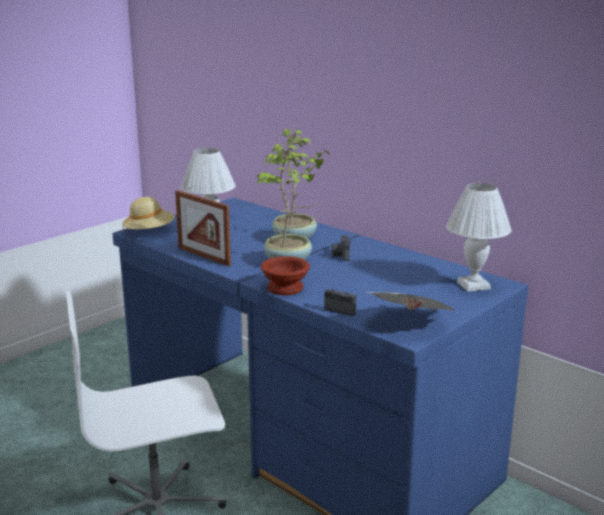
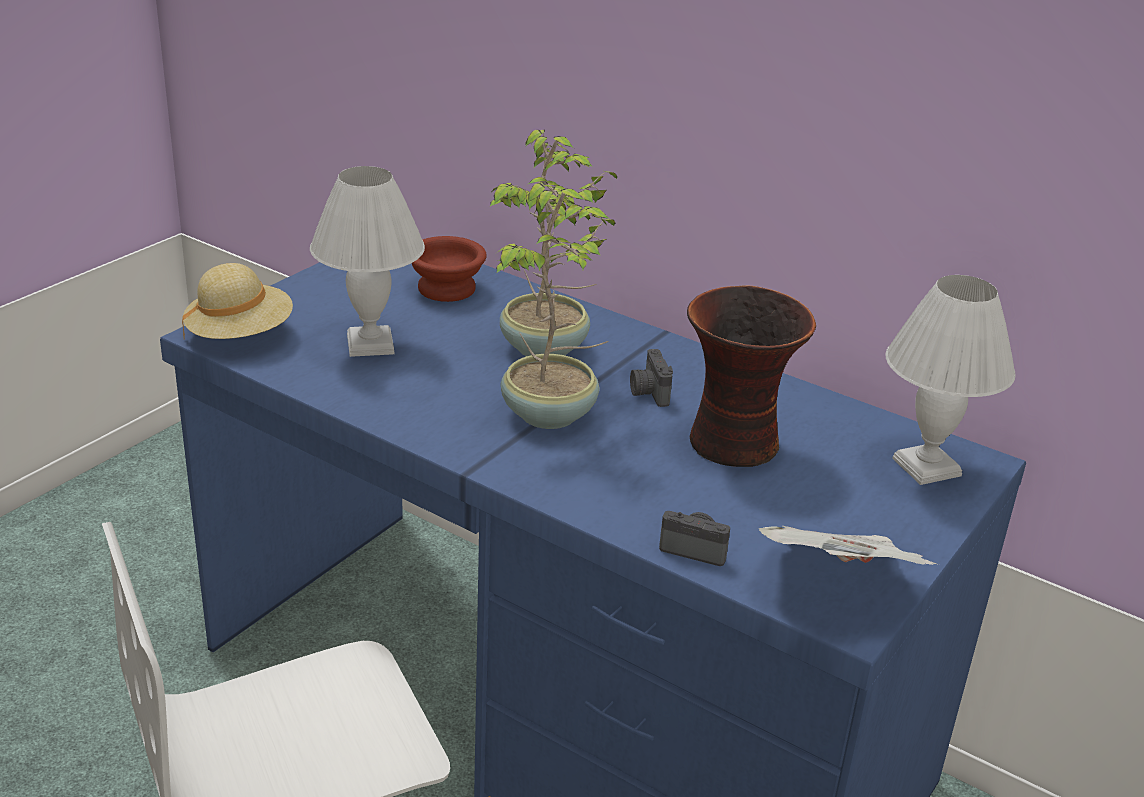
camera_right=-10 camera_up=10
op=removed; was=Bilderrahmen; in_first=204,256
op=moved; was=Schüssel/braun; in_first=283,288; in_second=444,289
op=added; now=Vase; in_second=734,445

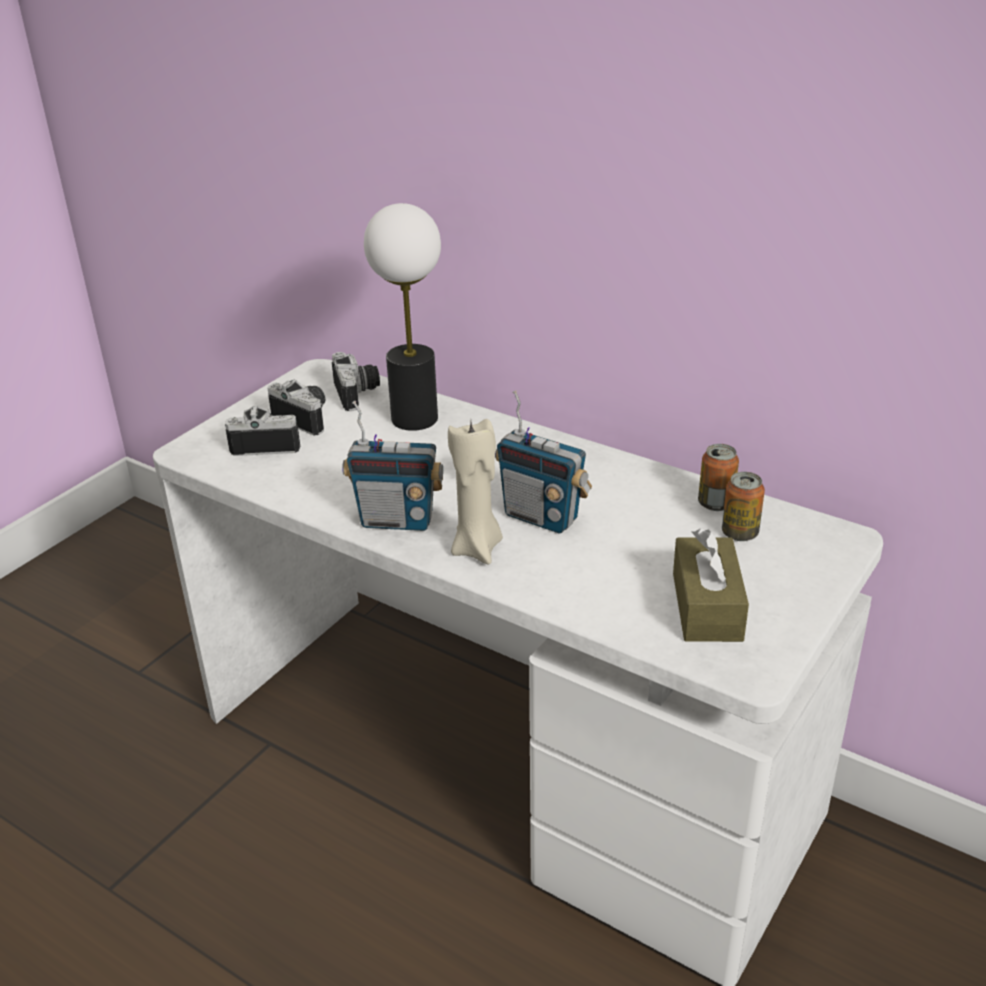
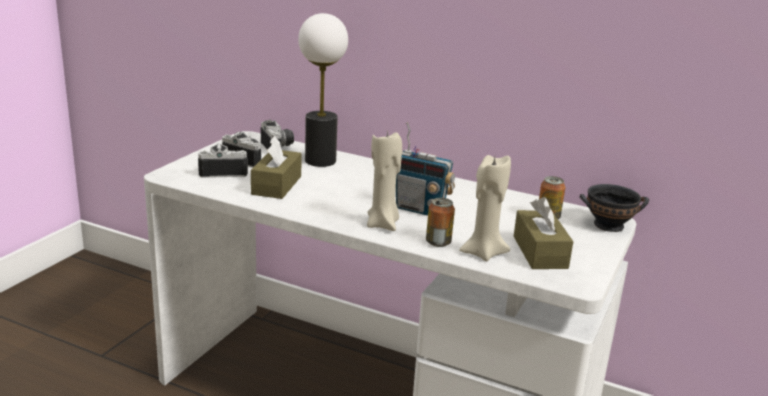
camera_right=-10 camera_up=-10
op=removed; was=Radio; in_first=397,520
op=moved; was=Dose; in_first=715,503; in_second=438,242
op=added; now=Taschentuchbox/braun; in_second=276,185
op=added; now=Kerze/beige; in_second=483,253
op=added; now=Schüssel/schwarz; in_second=610,226

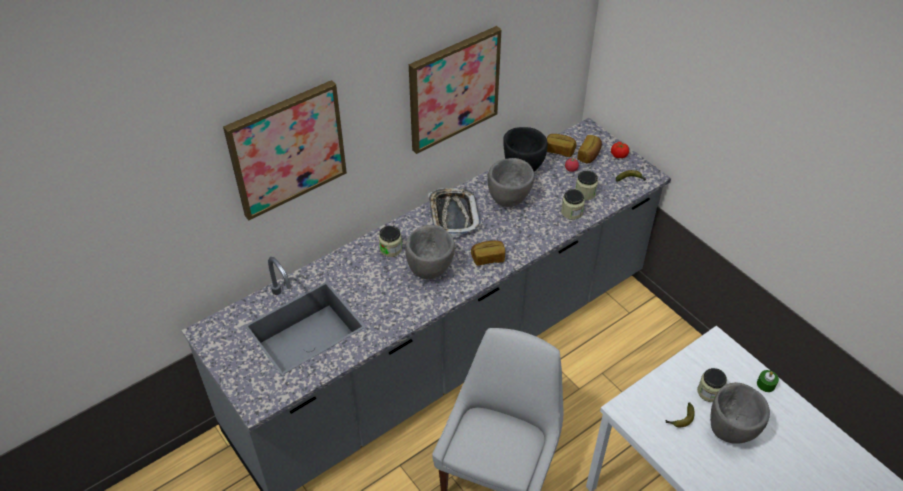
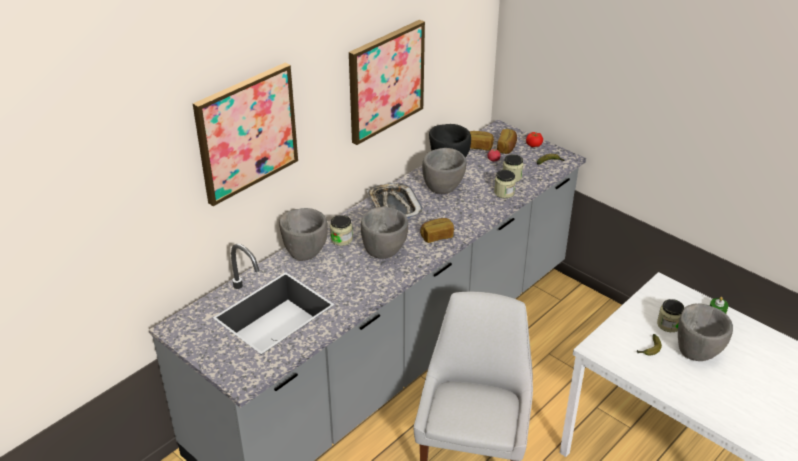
camera_right=-10 camera_up=-10
op=added; now=Schüssel/grau; in_second=305,252

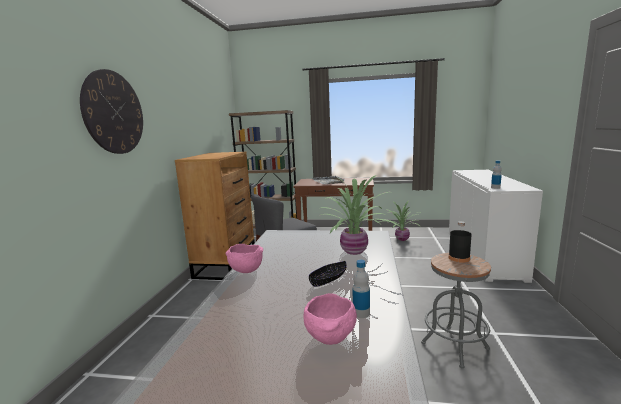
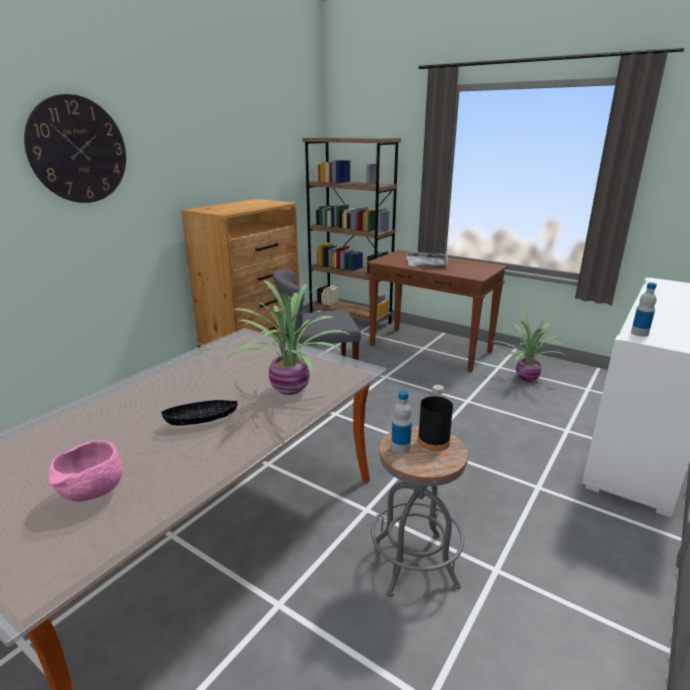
camera_right=25 camera_up=10
op=removed; was=Schüssel/rosa; in_first=245,271
op=moved; was=Flasche; in_first=361,313; in_second=400,447

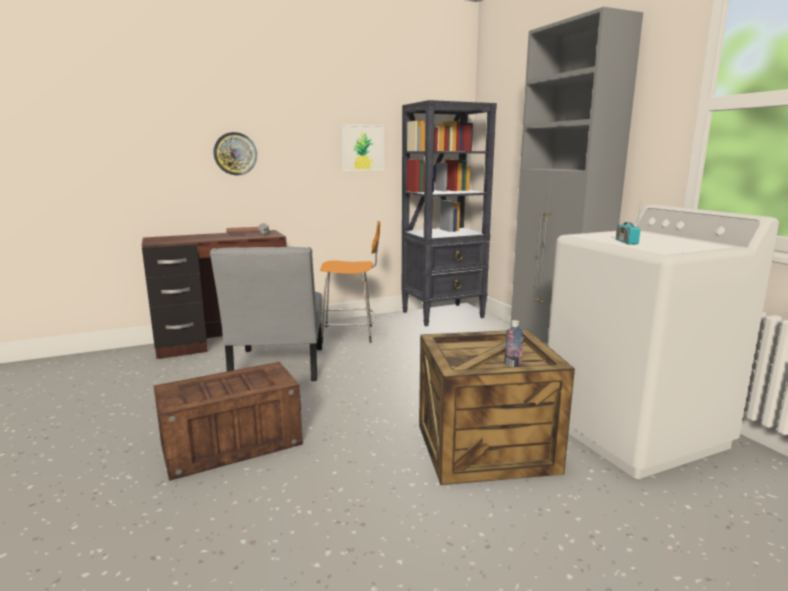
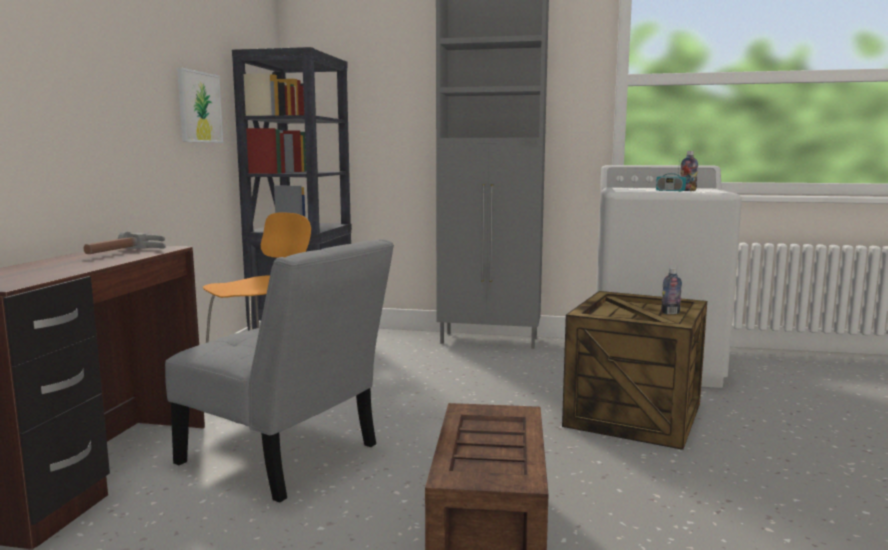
camera_right=-55 camera_up=-5
op=removed; was=Wanduhr; in_first=235,153
op=added; now=Flasche; in_second=687,190

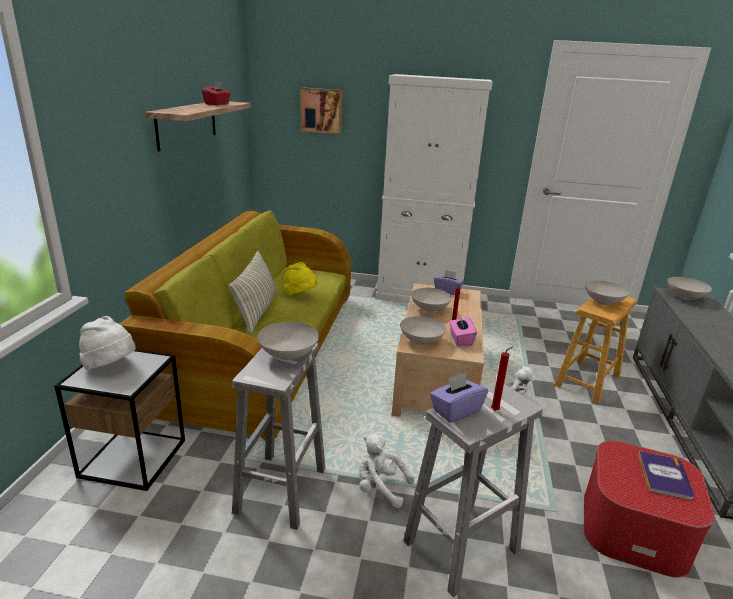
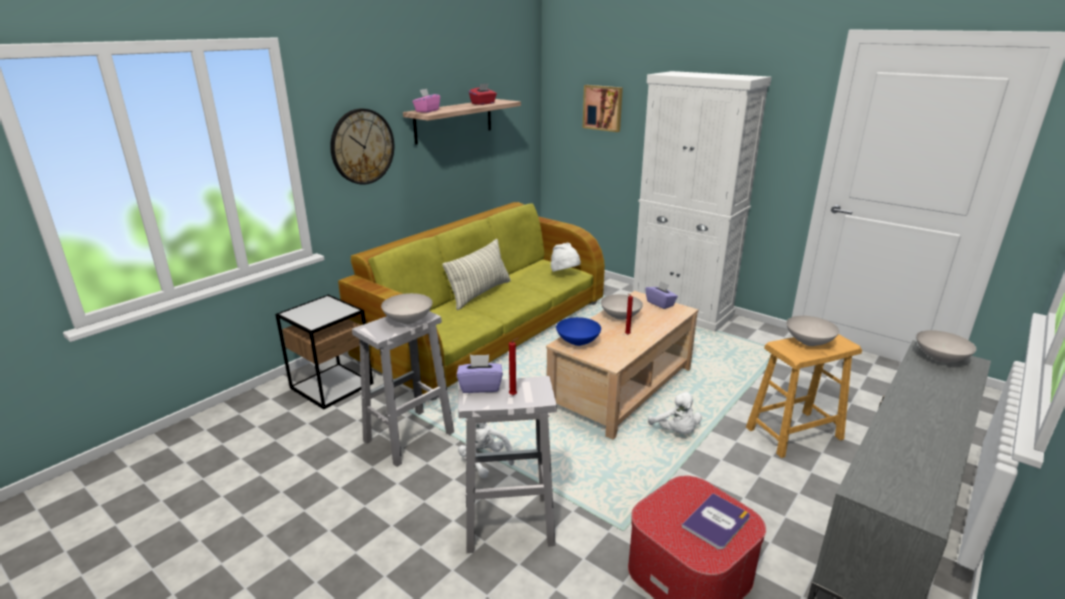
camera_right=30 camera_up=0
op=removed; was=Hut/gelb; in_first=300,295
op=moved; was=Hut/weiß; in_first=111,366; in_second=565,273
op=recoloured; was=Schüssel/weiß; now=Schüssel/blau; in_first=420,341; in_second=577,342
op=moved; was=Taschentuchbox/rosa; in_first=460,339; in_second=427,111
op=added; now=Wanduhr; in_second=362,146

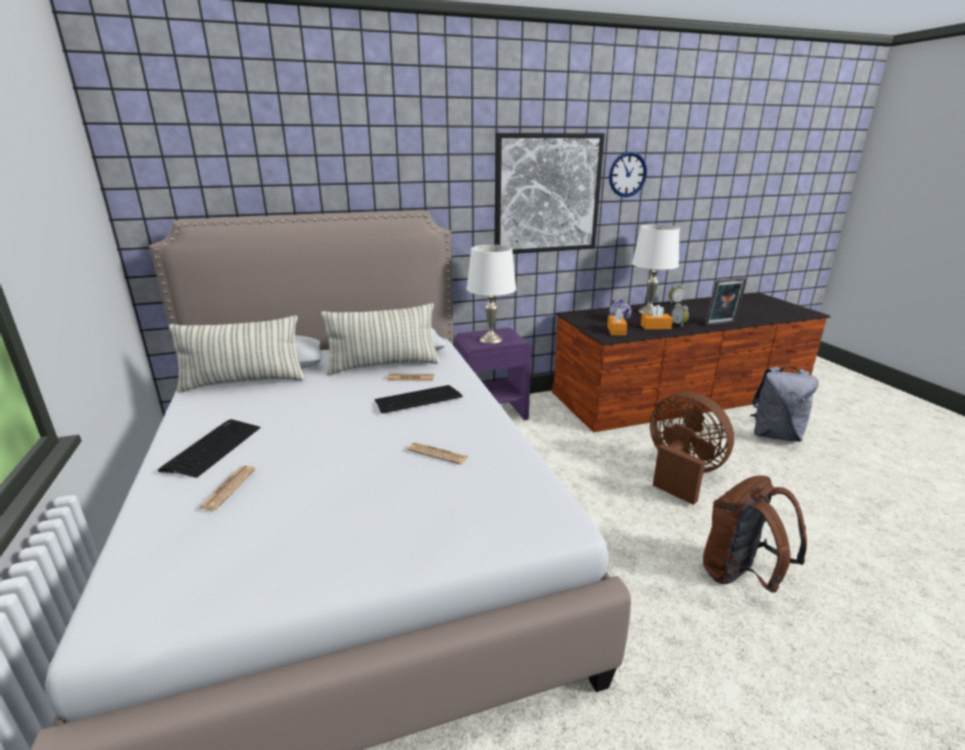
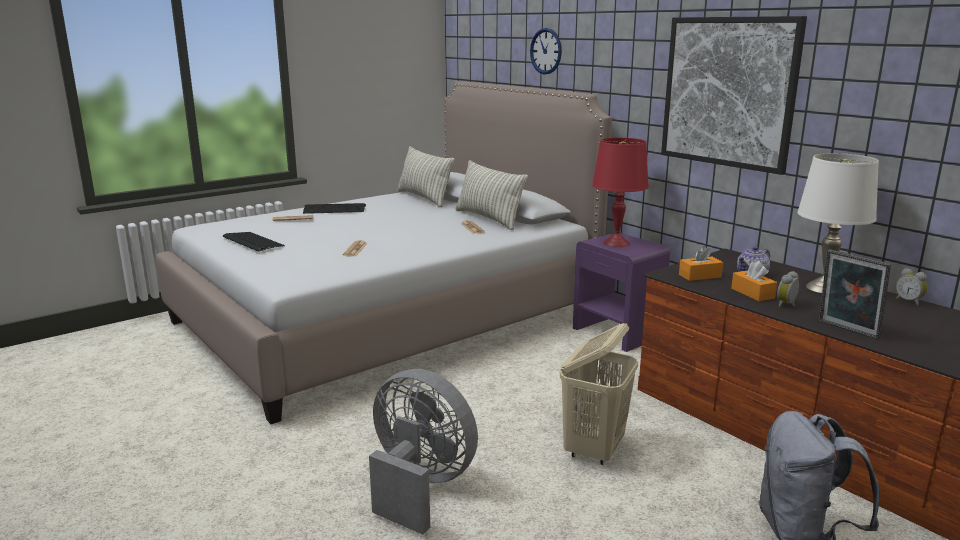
camera_right=70 camera_up=-5
op=moved; was=Wanduhr; in_first=627,174; in_second=546,51
op=recoloured; was=Tischlampe/weiß; now=Tischlampe/rot; in_first=490,339; in_second=616,243
op=moved; was=Tastatur; in_first=418,400; in_second=253,242
op=replaced; was=Ventilator/braun; now=Wäschekorb/beige; in_first=681,473; in_second=594,450
op=replaced; was=Rucksack/braun; now=Ventilator/grau; in_first=740,576; in_second=419,486

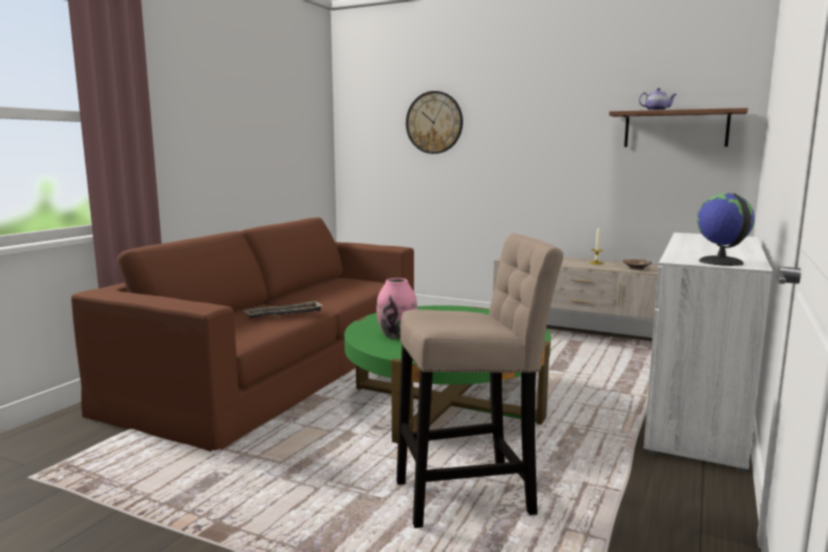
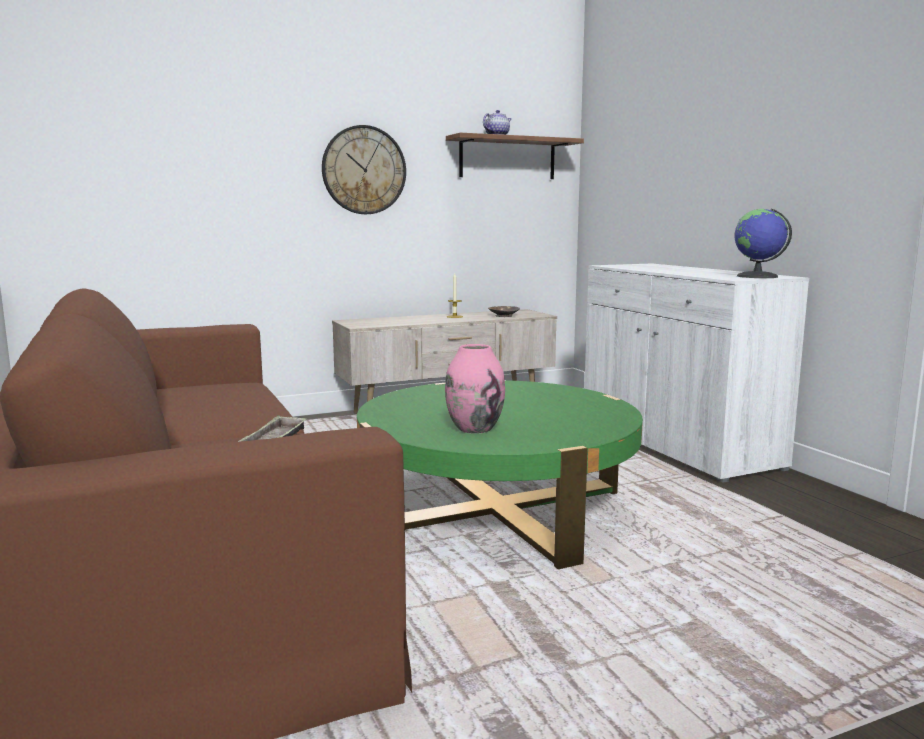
camera_right=-50 camera_up=0
op=moved; was=Wanduhr; in_first=434,122; in_second=364,170
op=removed; was=Hocker/beige; in_first=472,496

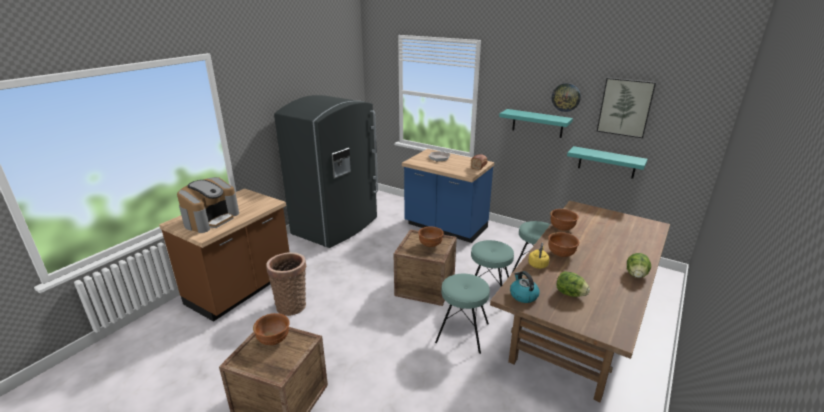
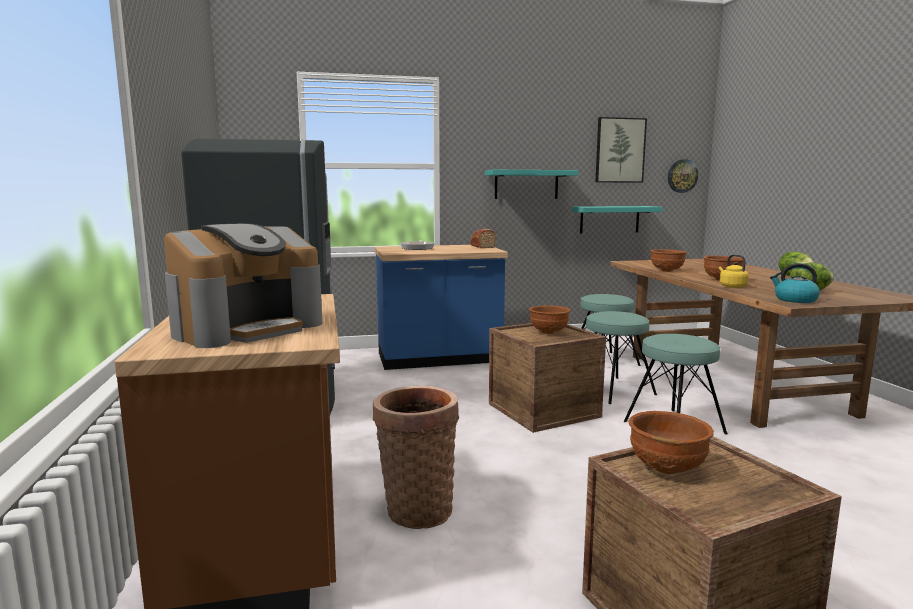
camera_right=-45 camera_up=-15
op=moved; was=Wanduhr; in_first=566,97; in_second=682,176
op=turned; was=Kaffeemaschine; in_first=211,219; in_second=248,328; clockwise=60

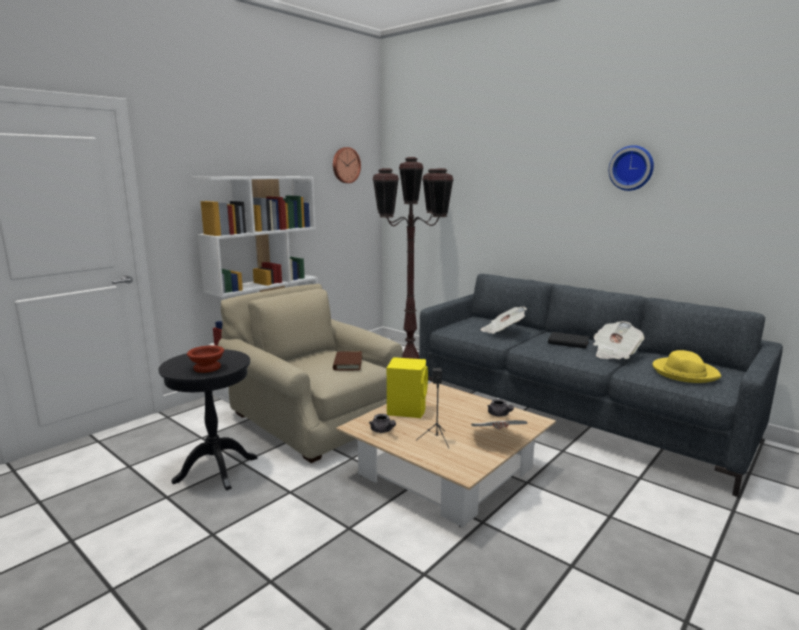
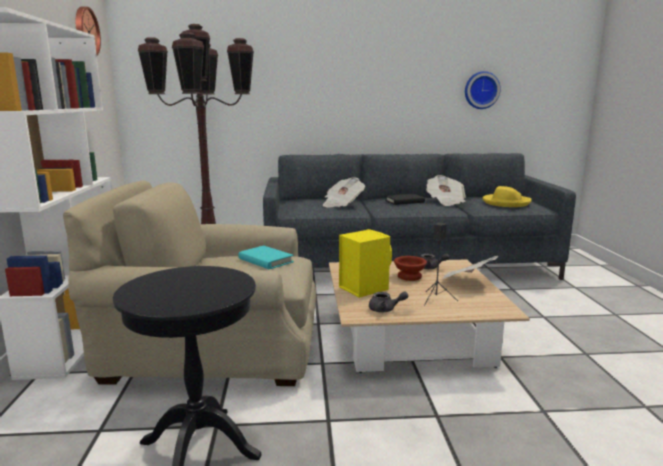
camera_right=-45 camera_up=0
op=moved; was=Wanduhr; in_first=632,168; in_second=481,90
op=moved; was=Schüssel/braun; in_first=207,368; in_second=410,276
op=recoloured; was=Buch/braun; now=Buch/türkis; in_first=347,363; in_second=265,260

